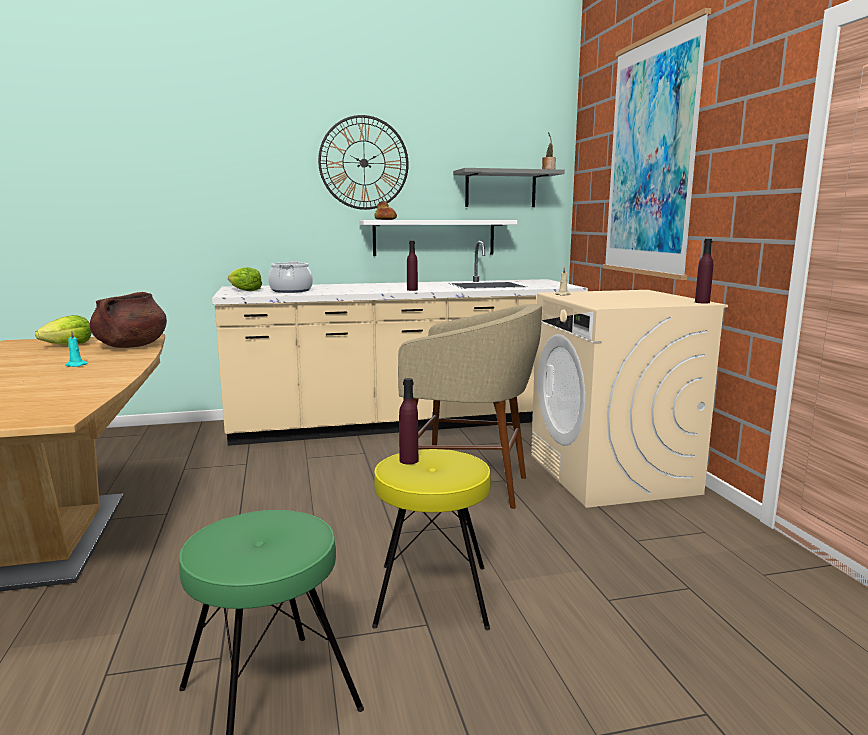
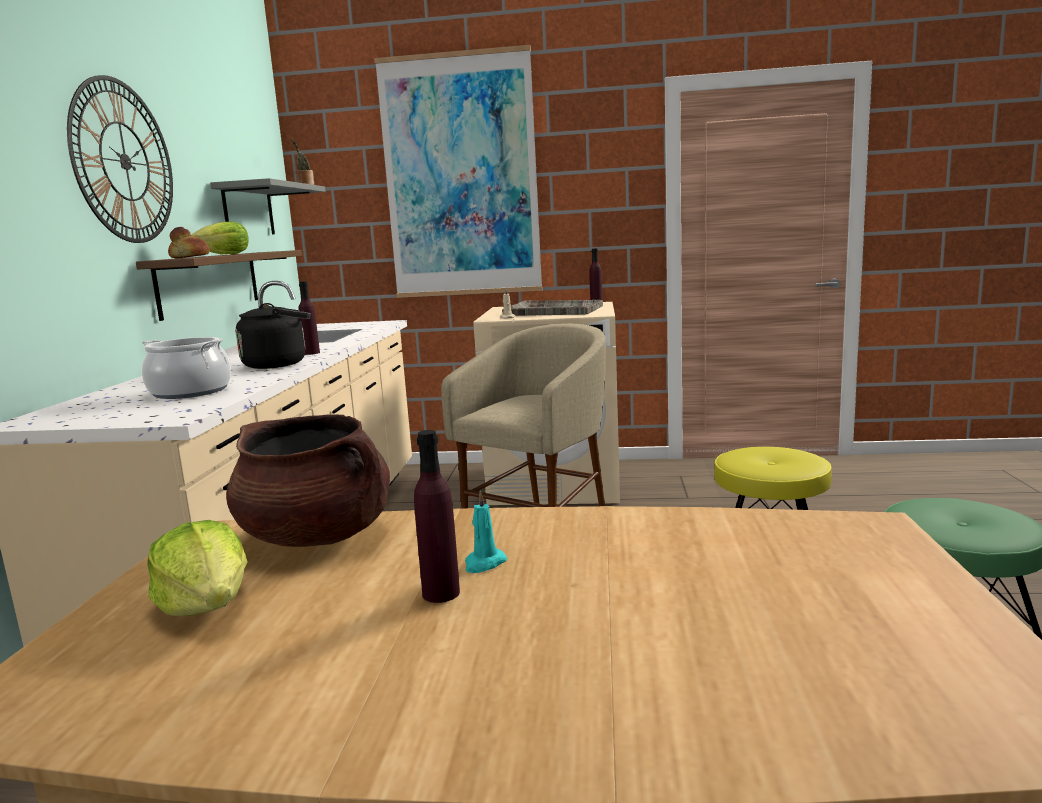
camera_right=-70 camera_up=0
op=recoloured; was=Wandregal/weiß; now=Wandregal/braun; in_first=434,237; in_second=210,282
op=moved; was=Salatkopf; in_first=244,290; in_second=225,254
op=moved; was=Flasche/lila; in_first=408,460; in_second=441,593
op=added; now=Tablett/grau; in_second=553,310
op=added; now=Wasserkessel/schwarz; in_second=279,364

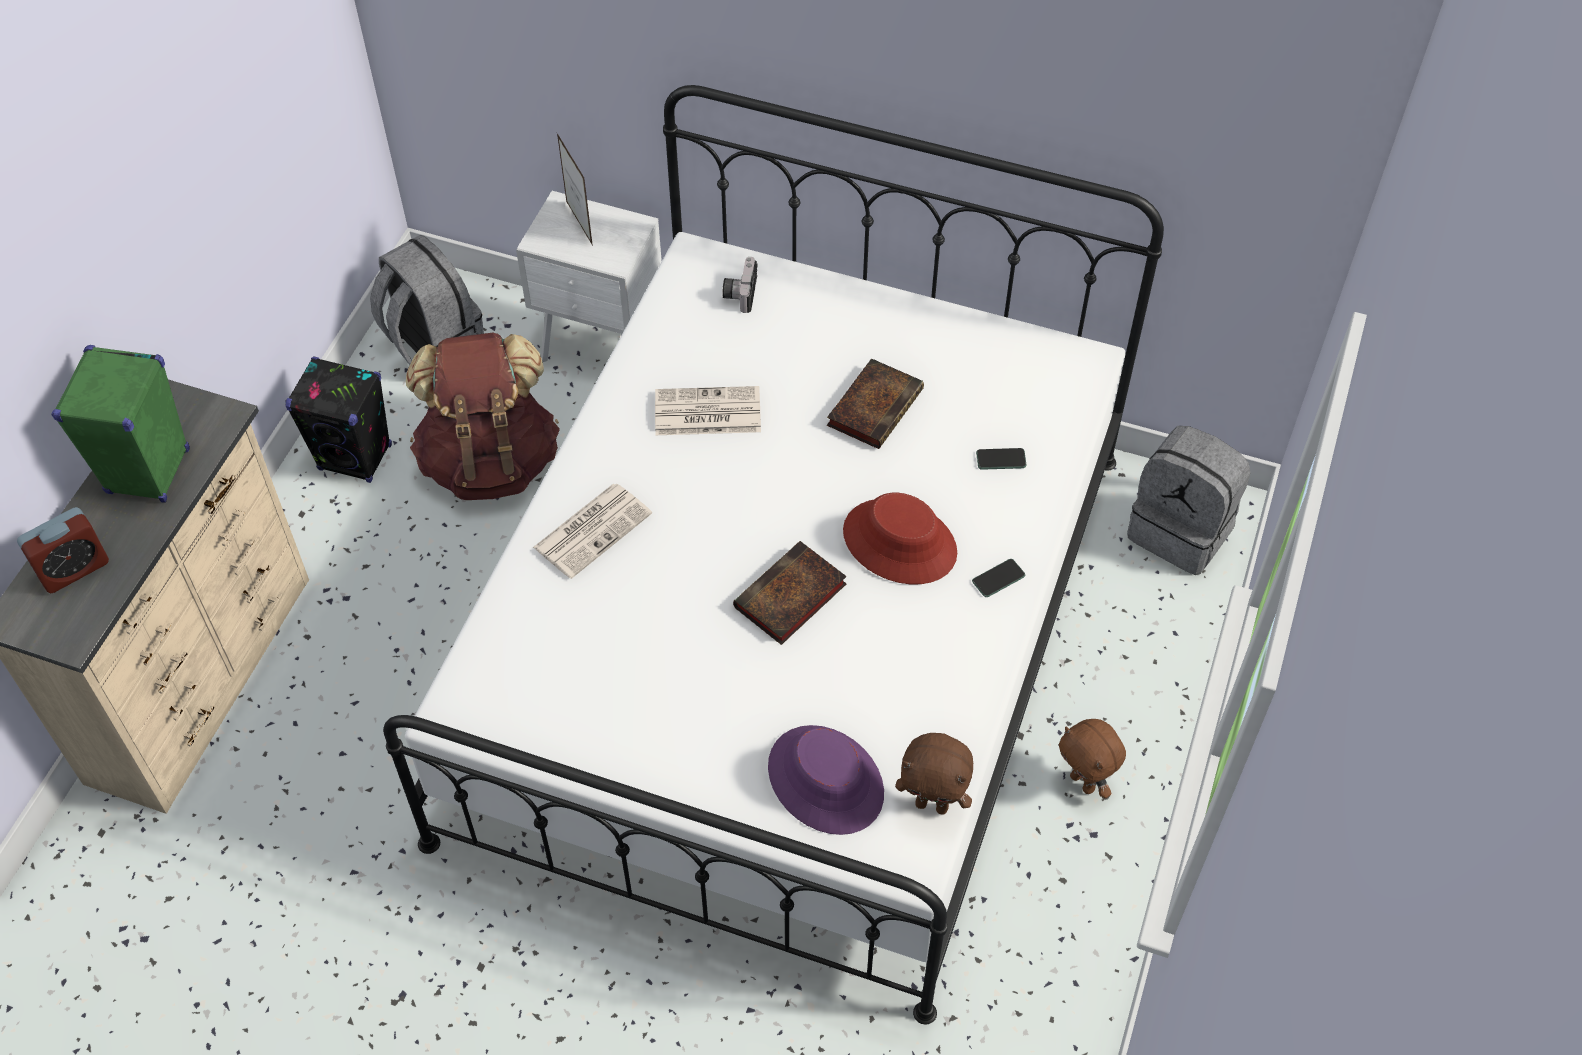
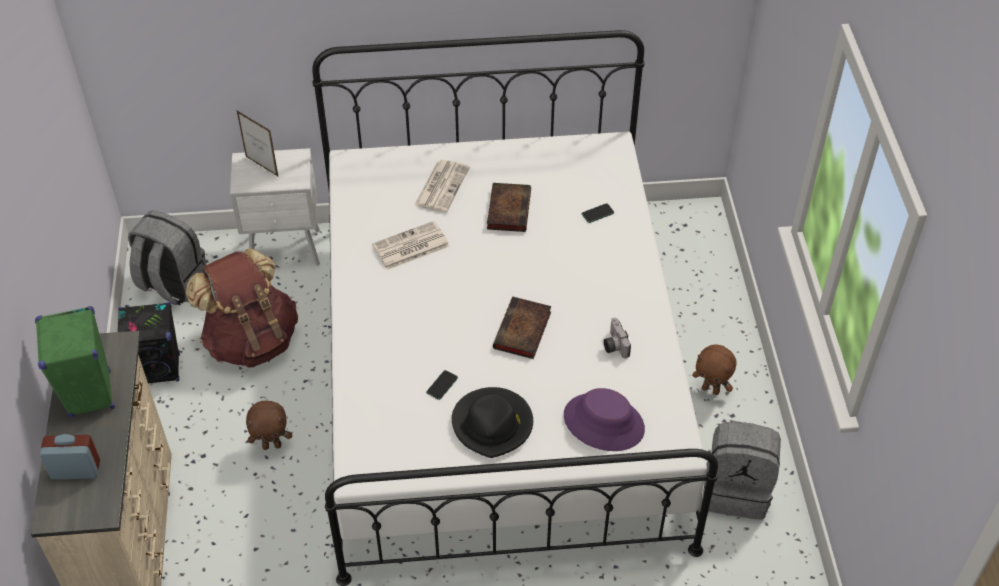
camera_right=-25 camera_up=-5
op=moved; was=Kamera; in_first=739,292; in_second=613,345
op=moved; was=Rucksack/grau; in_first=1182,530; in_second=736,490
op=moved; was=Zeitung; in_first=593,529; in_second=442,186
op=removed; was=Hut/rot; in_first=900,542
op=turned; was=Wecker; in_first=74,569; in_second=76,470; clockwise=-120
op=moved; was=Handy; in_first=998,578; in_second=442,385
op=moved; was=Plüschtier/braun; in_first=932,804; in_second=272,445
op=added; now=Hut/schwarz; in_second=493,424

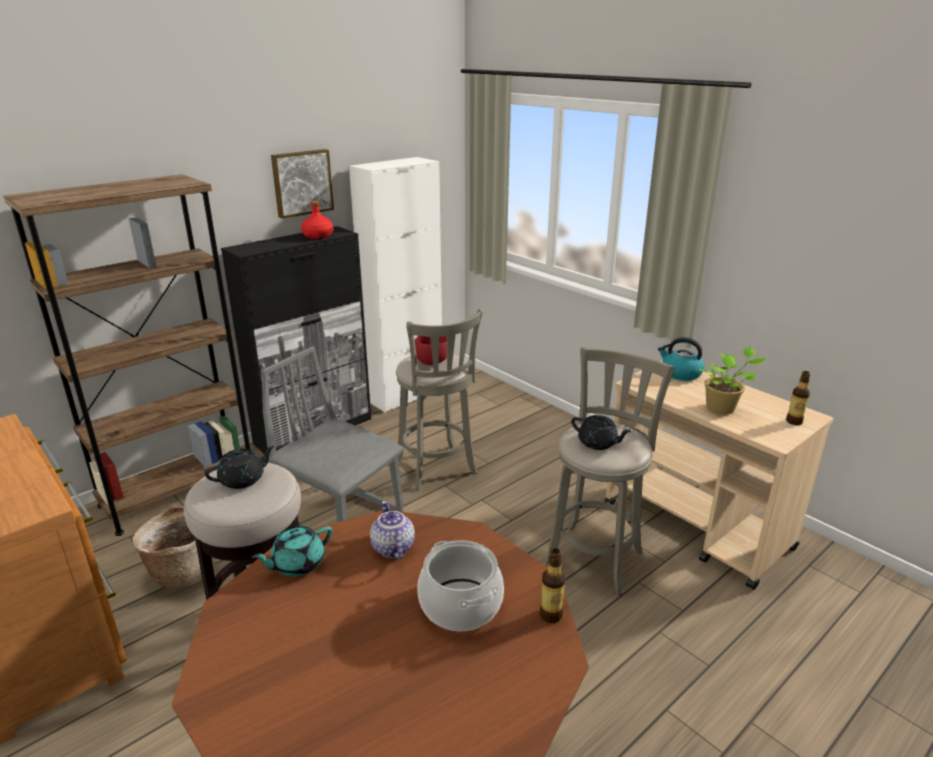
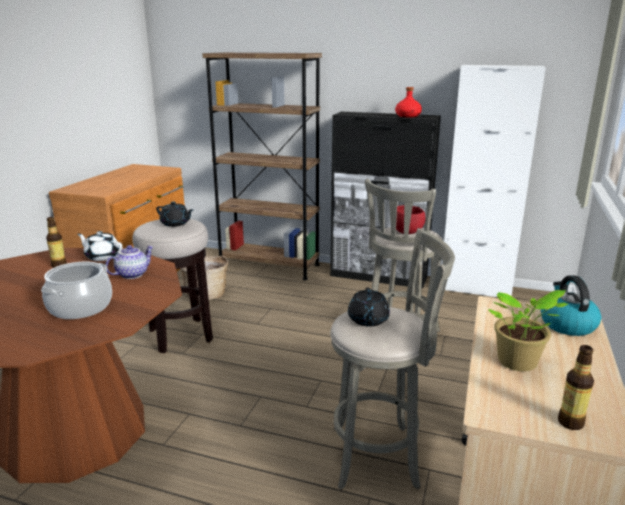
camera_right=60 camera_up=-5
op=removed; was=Bild; in_first=301,183
op=removed; was=Stuhl/grau; in_first=341,518
op=recoloured; was=Teekanne/türkis; now=Teekanne/weiß; in_first=297,564; in_second=102,256
op=moved; was=Flasche; in_first=551,615; in_second=59,265

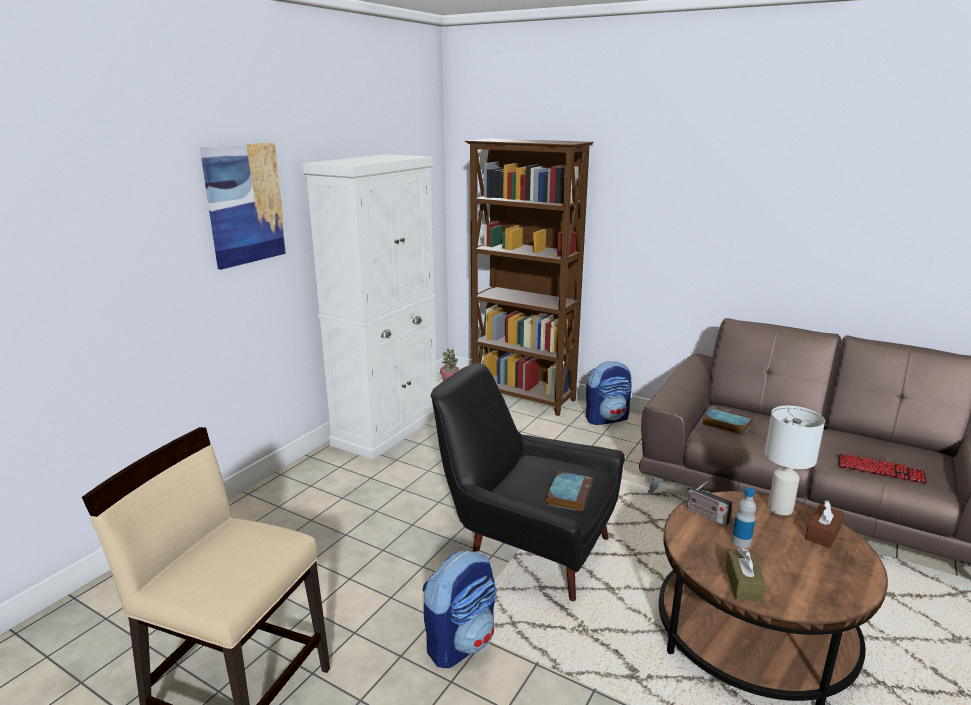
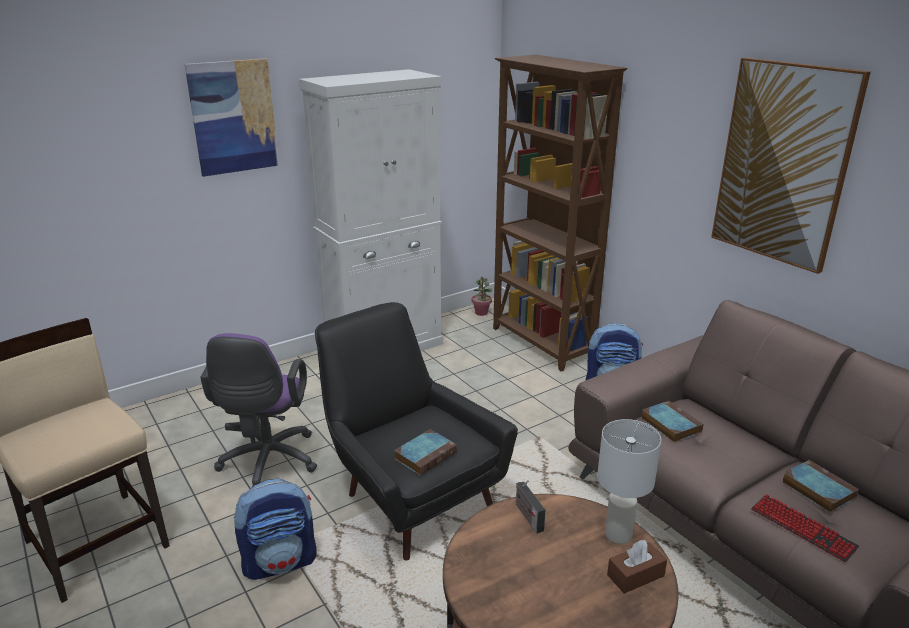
camera_right=25 camera_up=5
op=removed; was=Flasche; in_first=741,542
op=removed; was=Taschentuchbox/braun; in_first=743,584
op=added; now=Bild; in_second=783,164
op=added; now=Bürostuhl/lila; in_second=267,464
op=added; now=Buch; in_second=816,489

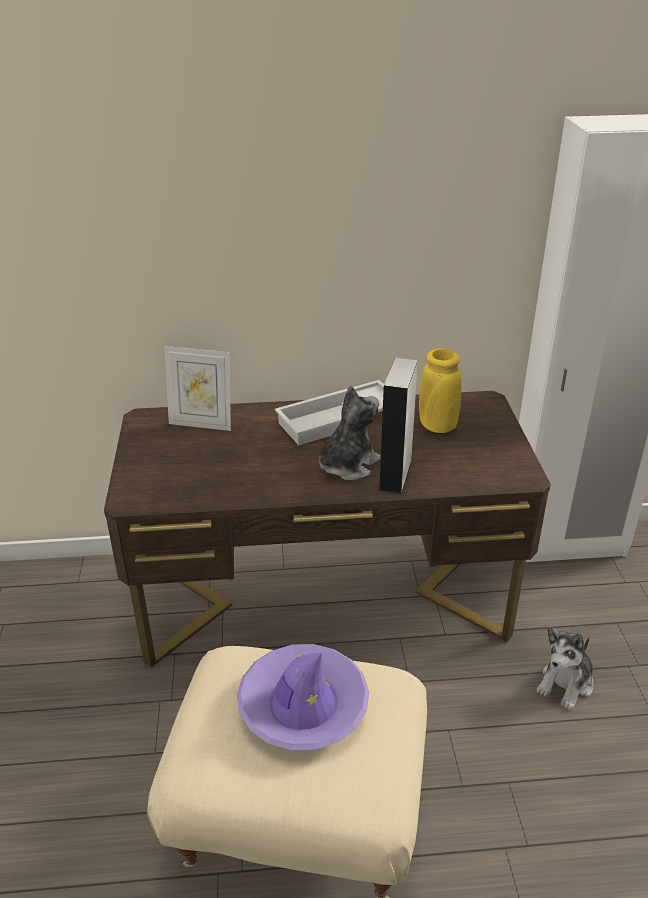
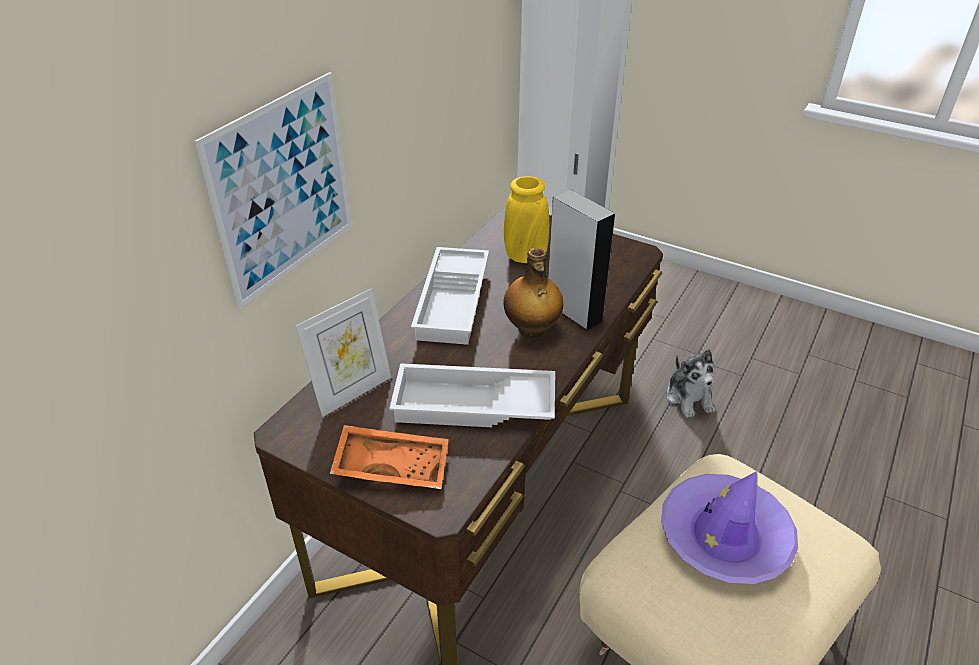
camera_right=-55 camera_up=5
op=replaced; was=Plüschtier; now=Flasche; in_first=348,465; in_second=531,330
op=added; now=Bild; in_second=283,189
op=added; now=Tablett/weiß; in_second=472,406
op=added; now=Tablett/orange; in_second=392,465

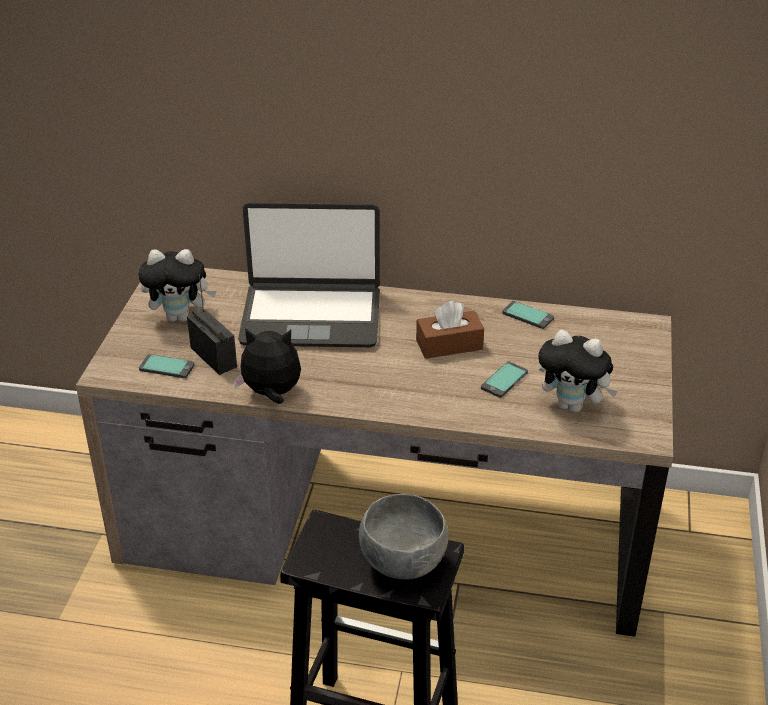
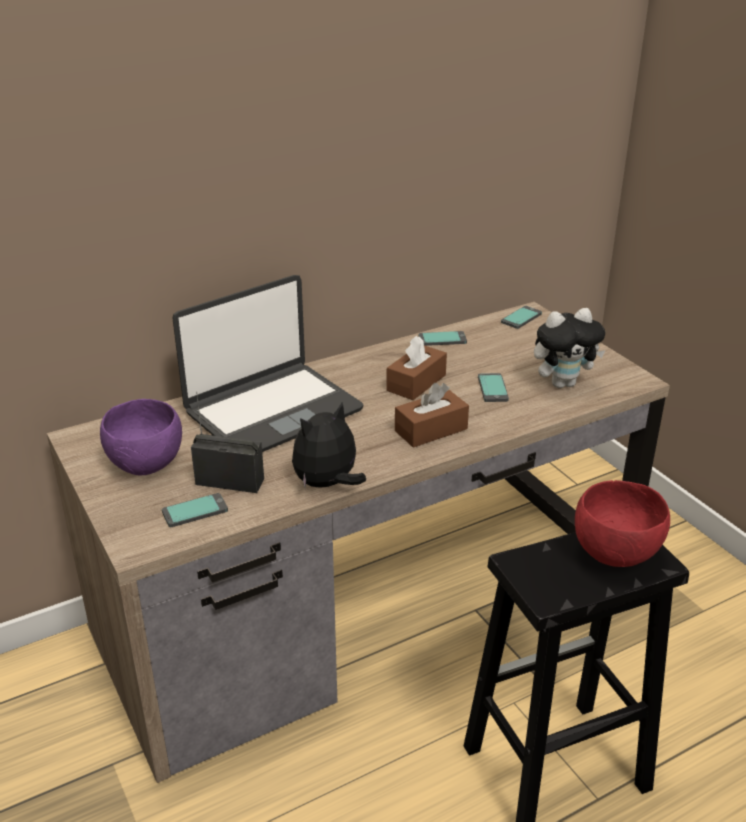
camera_right=-40 camera_up=-5
op=replaced; was=Plüschtier; now=Schüssel/lila; in_first=180,317; in_second=146,464
op=recoloured; was=Schüssel/grau; now=Schüssel/rot; in_first=402,563; in_second=614,553
op=added; now=Handy; in_second=521,318
op=added; now=Taschentuchbox/braun; in_second=431,430

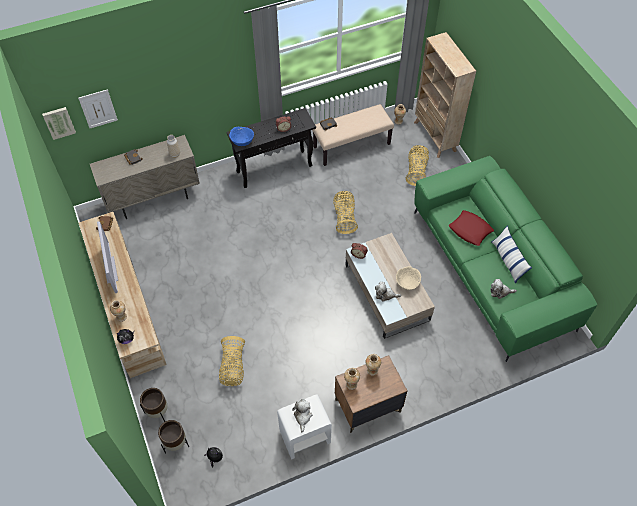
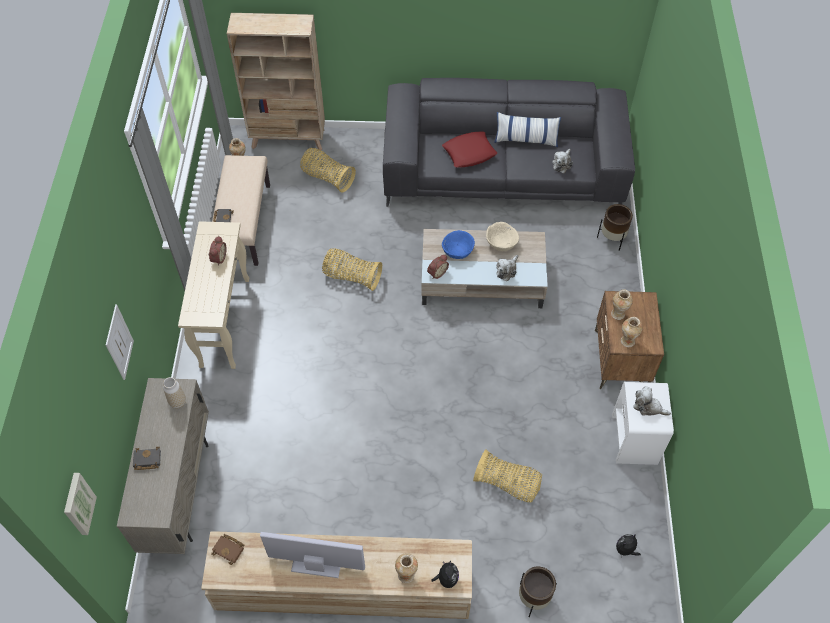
camera_right=-65 camera_up=0
op=moved; was=Bild; in_first=98,109; in_second=119,342
op=recoloured; was=Konsolentisch/schwarz; now=Konsolentisch/beige; in_first=275,168; in_second=225,321
op=moved; was=Schüssel/blau; in_first=242,141; in_second=457,251
op=recoloured; was=Sofa/grün; now=Sofa/grau; in_first=491,269; in_second=502,172
op=moved; was=Pflanzkübel/braun; in_first=176,443; in_second=612,239

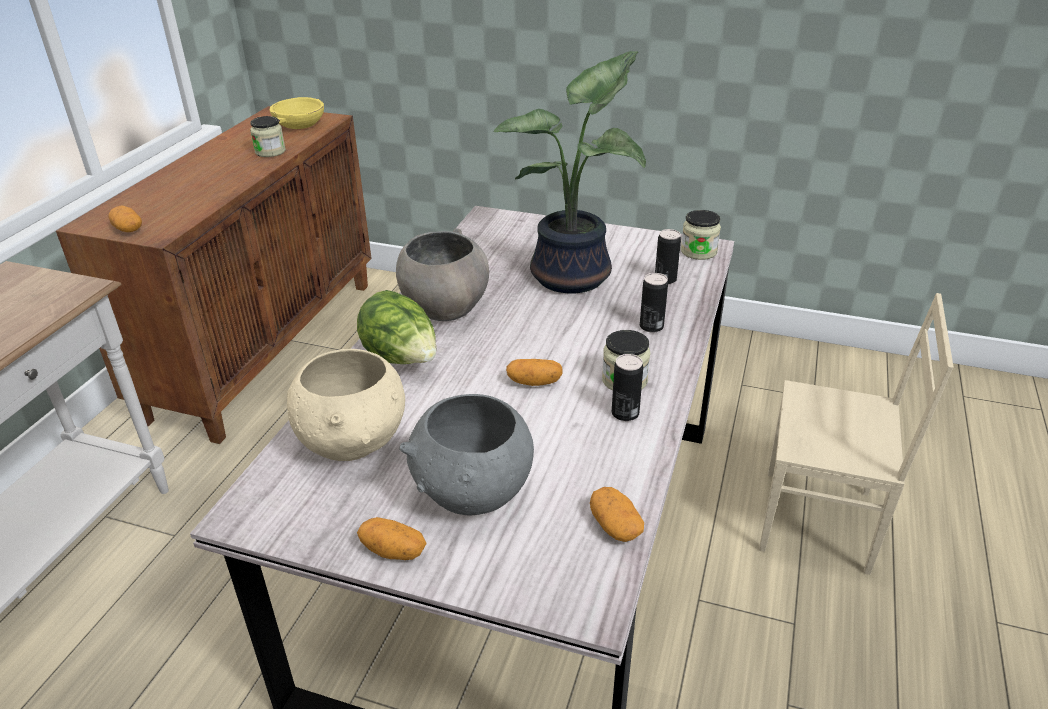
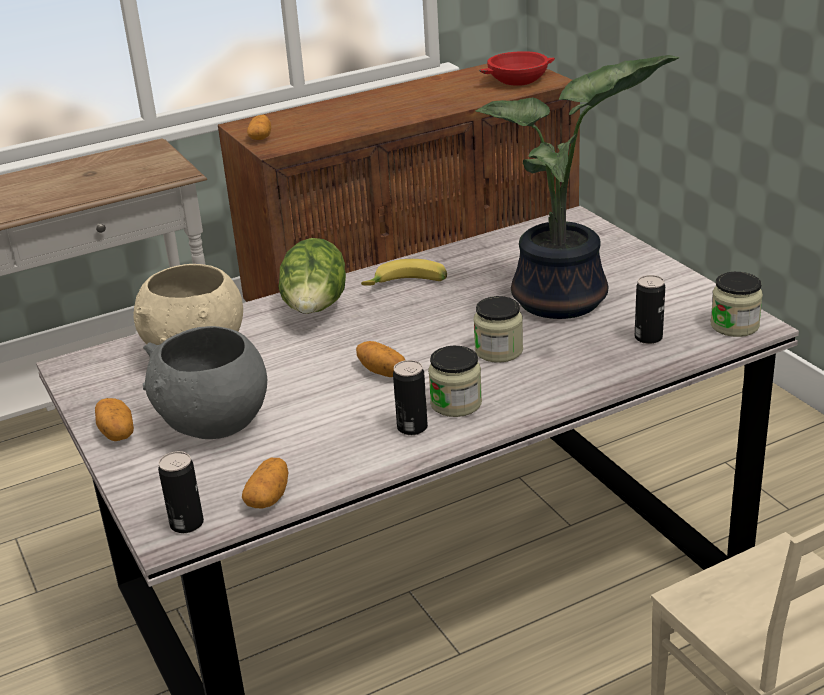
camera_right=45 camera_up=-5
op=recoloured; was=Schüssel/gelb; now=Schüssel/rot; in_first=299,124; in_second=517,80
op=moved; was=Vorratsglas; in_first=270,151; in_second=498,351
op=replaced; was=Schüssel/grau; now=Banane; in_first=444,309; in_second=407,285
op=moved; was=Dose; in_first=651,326; in_second=187,524

